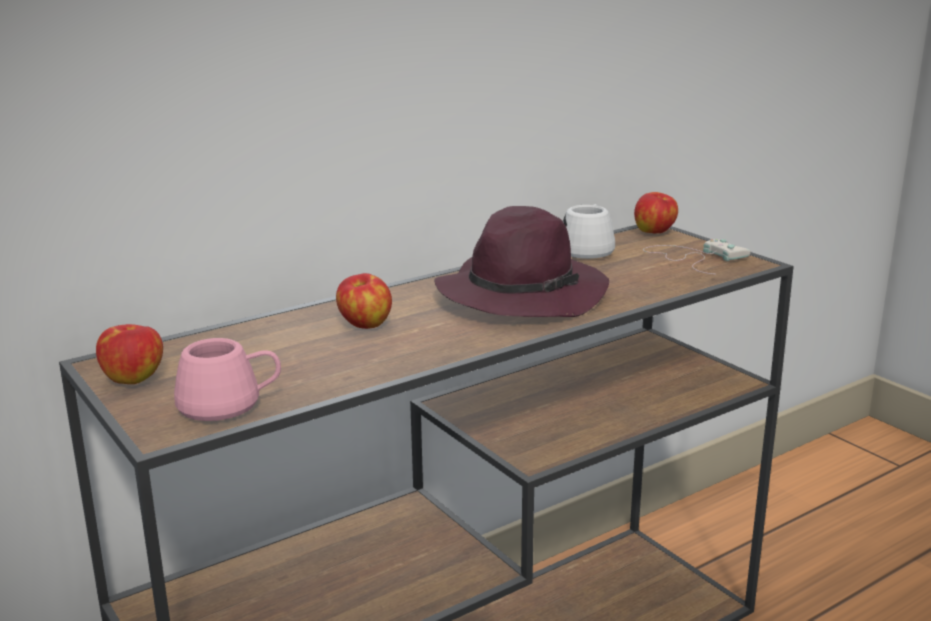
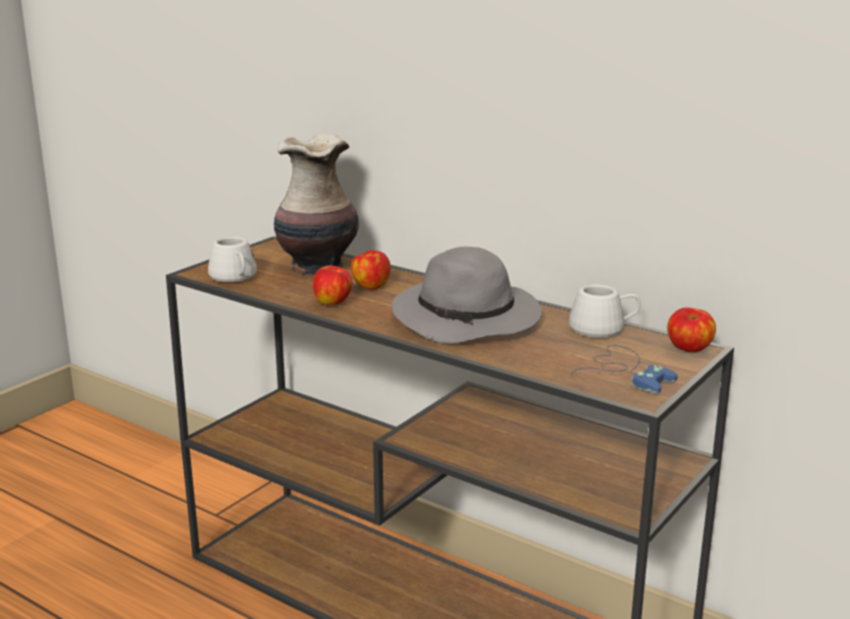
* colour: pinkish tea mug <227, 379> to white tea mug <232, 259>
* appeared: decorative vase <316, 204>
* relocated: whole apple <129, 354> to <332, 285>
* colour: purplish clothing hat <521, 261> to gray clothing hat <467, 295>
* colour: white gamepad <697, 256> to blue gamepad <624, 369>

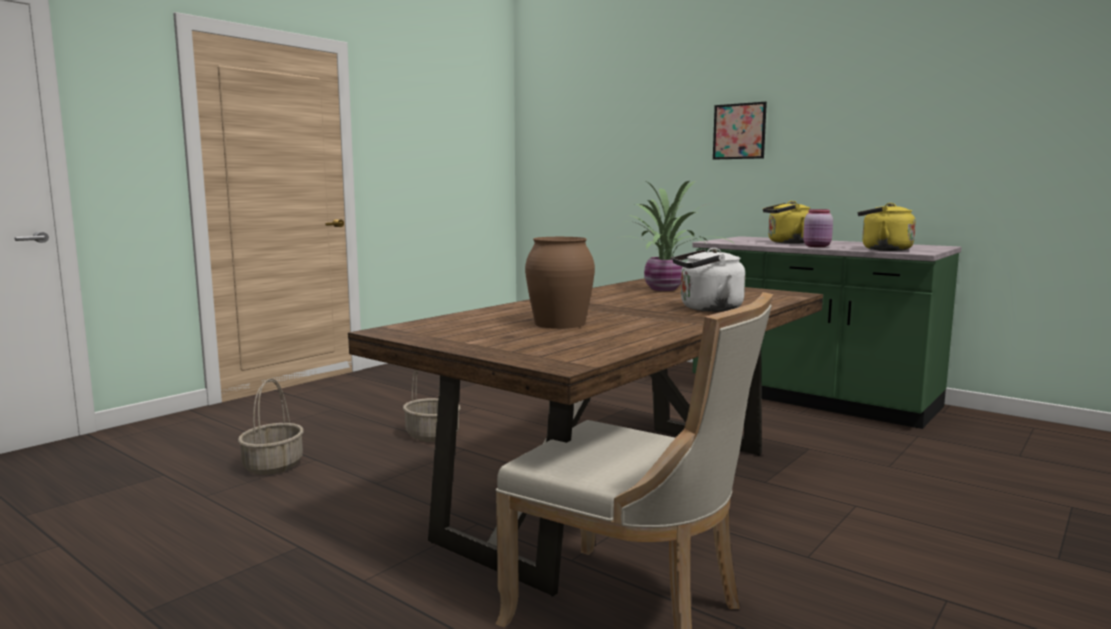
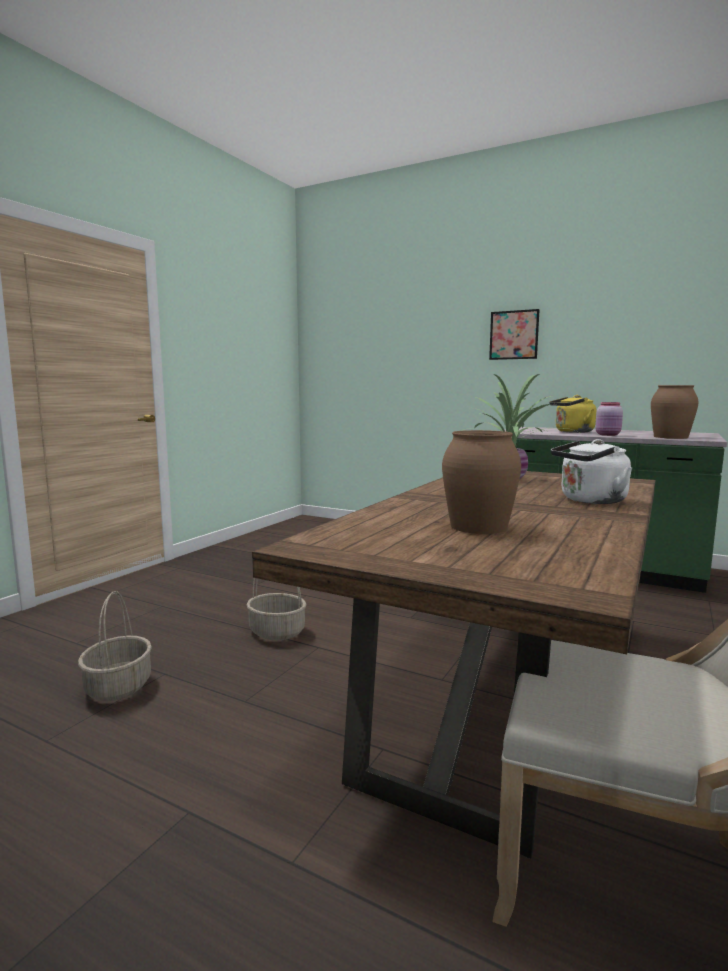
* exchanged: yellowish tea kettle <887, 227> to brown-coloured decorative vase <674, 412>

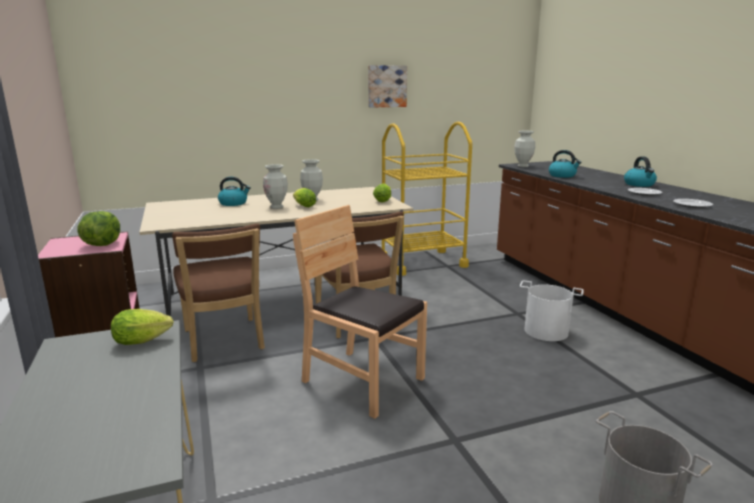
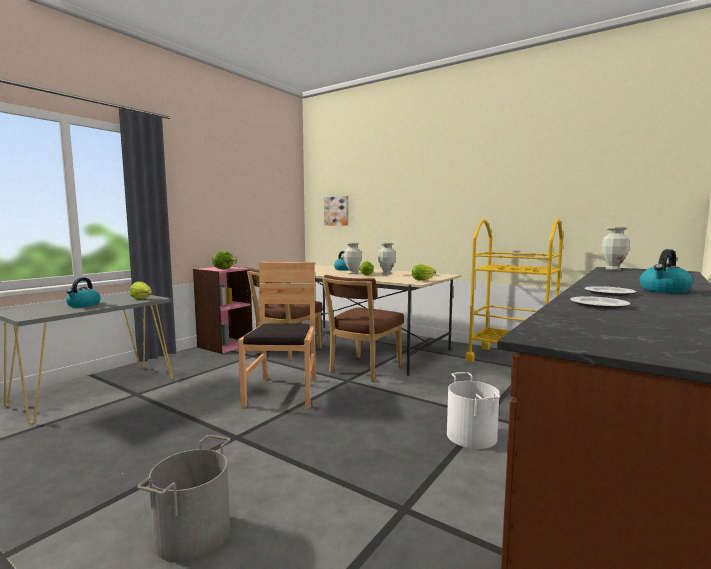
* relocated: tea kettle <565, 164> to <83, 292>
* relocated: wall art <387, 86> to <336, 211>

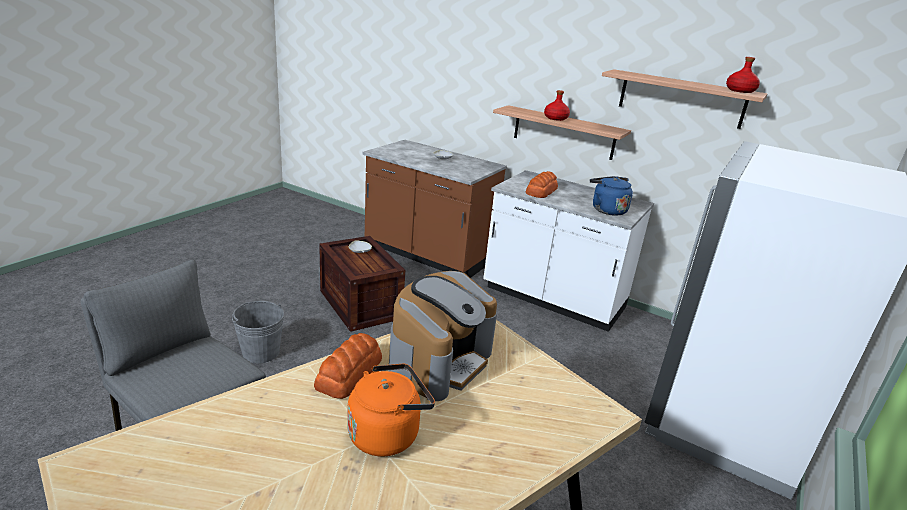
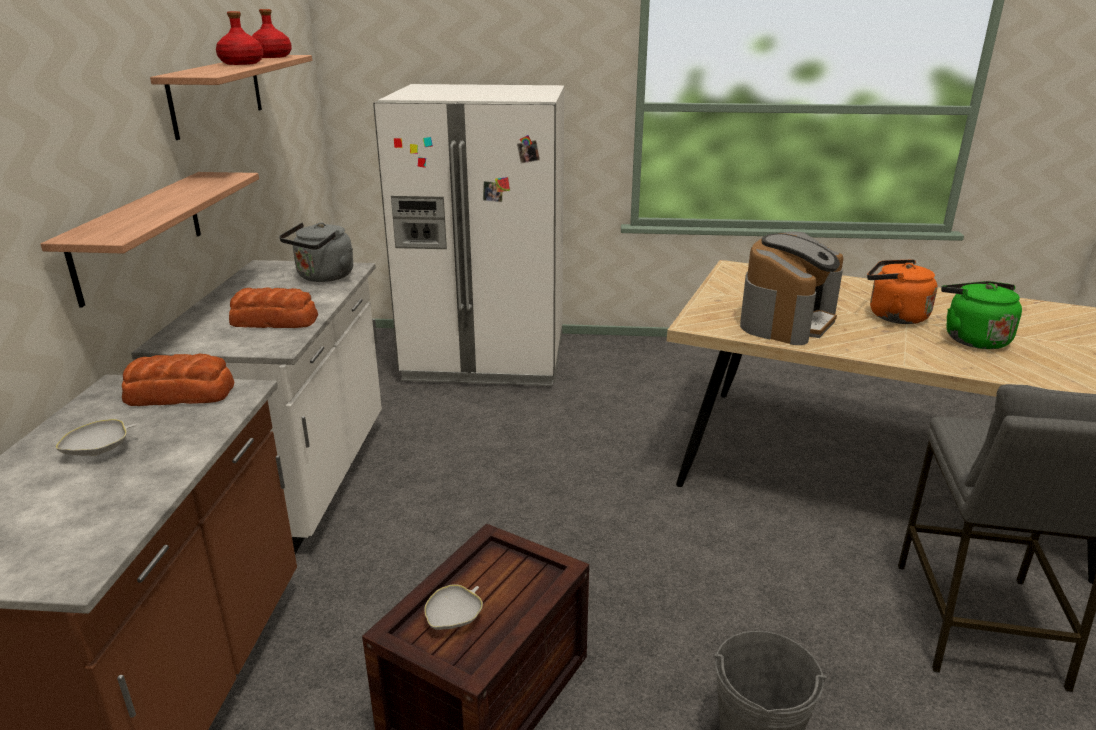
* relocated: bread <348, 366> to <178, 380>
* relocated: red bottle <557, 105> to <239, 38>
* colour: blue tea kettle <611, 196> to gray tea kettle <316, 252>
* spun: coffee maker <443, 336> = <792, 288> 120 degrees clockwise
* appeared: greenish tea kettle <981, 315>

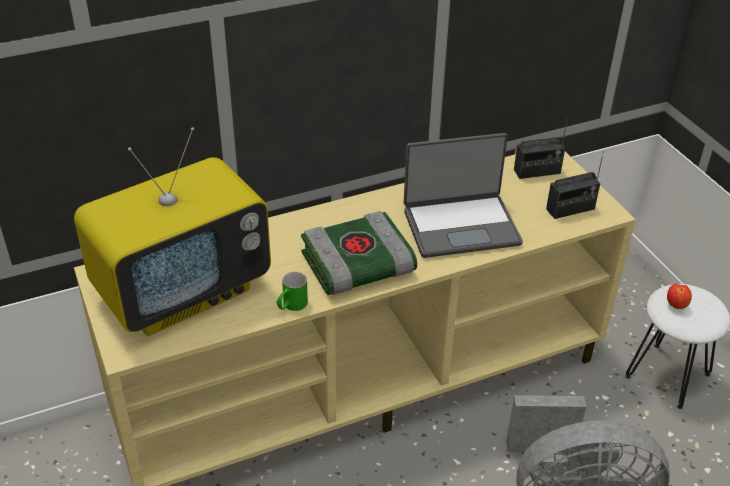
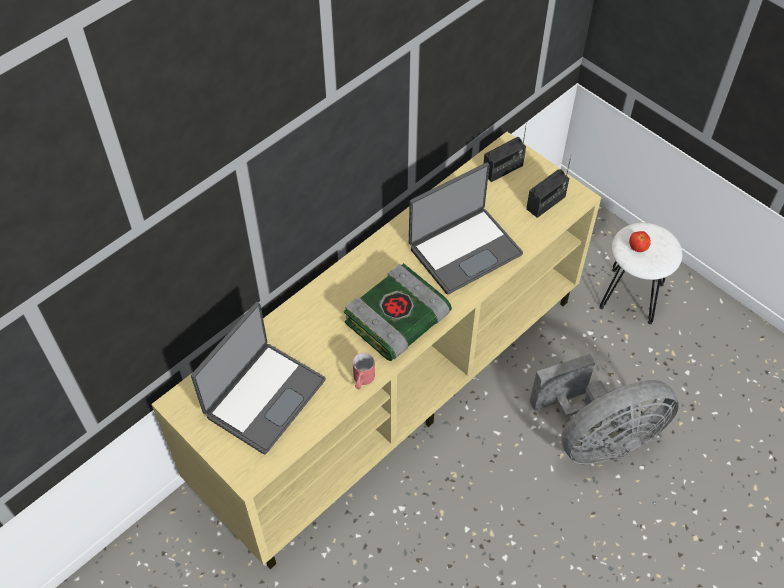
* exchanged: television <172, 231> to notebook computer <258, 378>
* colour: greenish tea mug <292, 291> to red tea mug <364, 371>

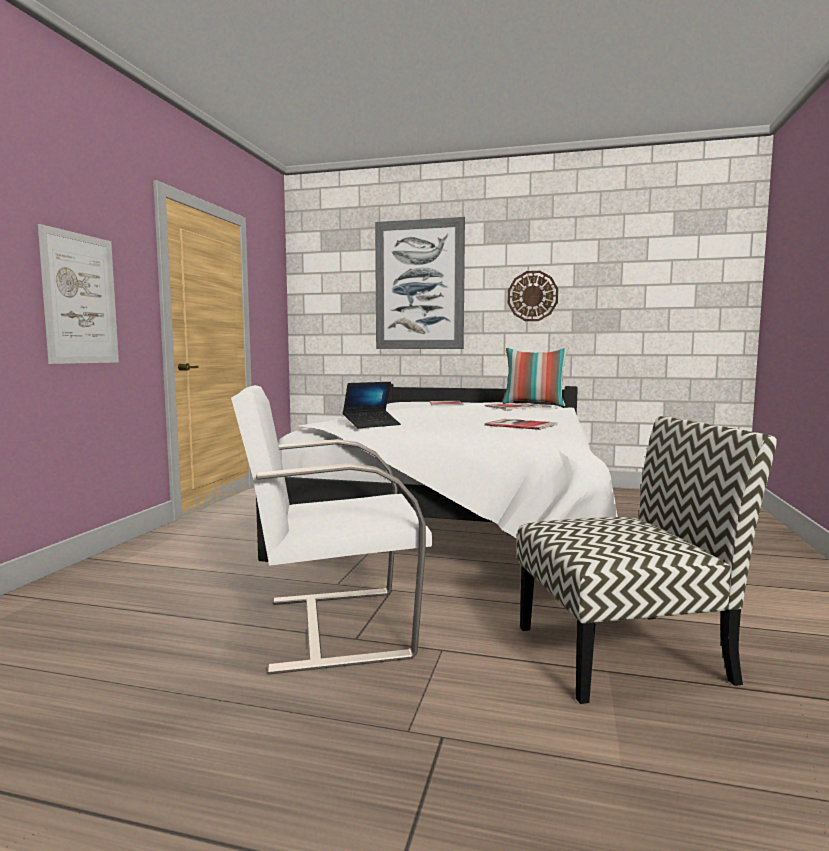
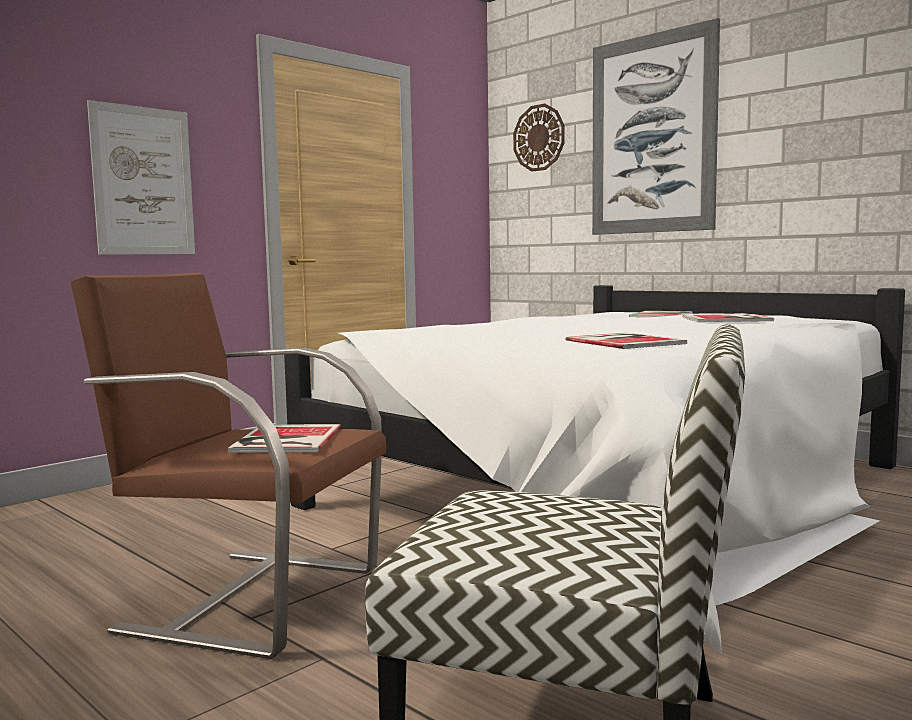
* colour: white lounge chair <331, 529> to brown-coloured lounge chair <229, 466>
* appeared: volume <284, 438>
* relocated: hanging clock <533, 296> to <539, 137>
* missing: notebook computer <372, 405>
* missing: throw pillow <535, 377>

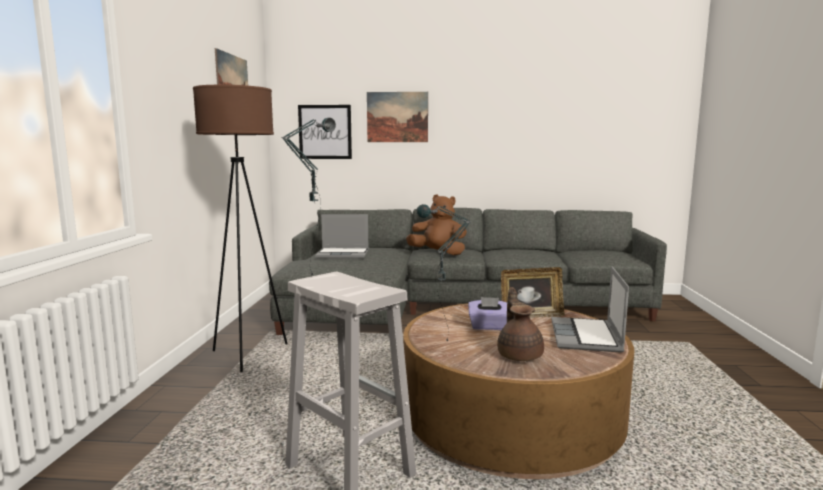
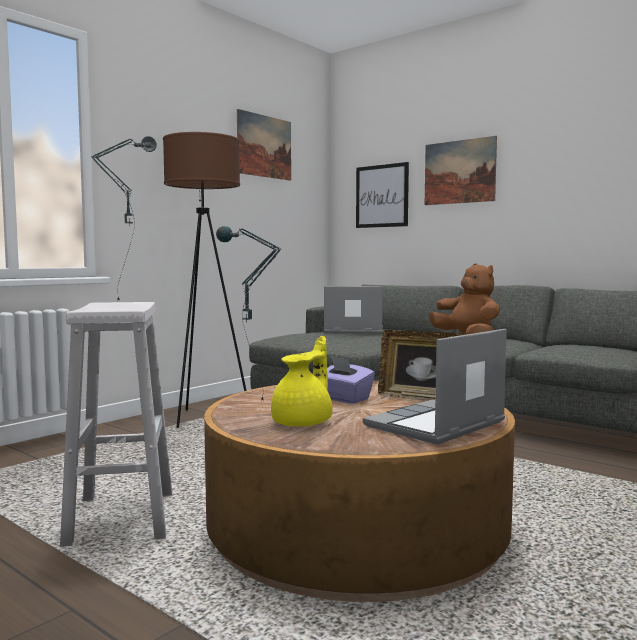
* colour: brown-coloured pot for tea <520, 324> to yellowish pot for tea <301, 381>
* spun: notebook computer <342, 236> = <353, 310> 150 degrees clockwise

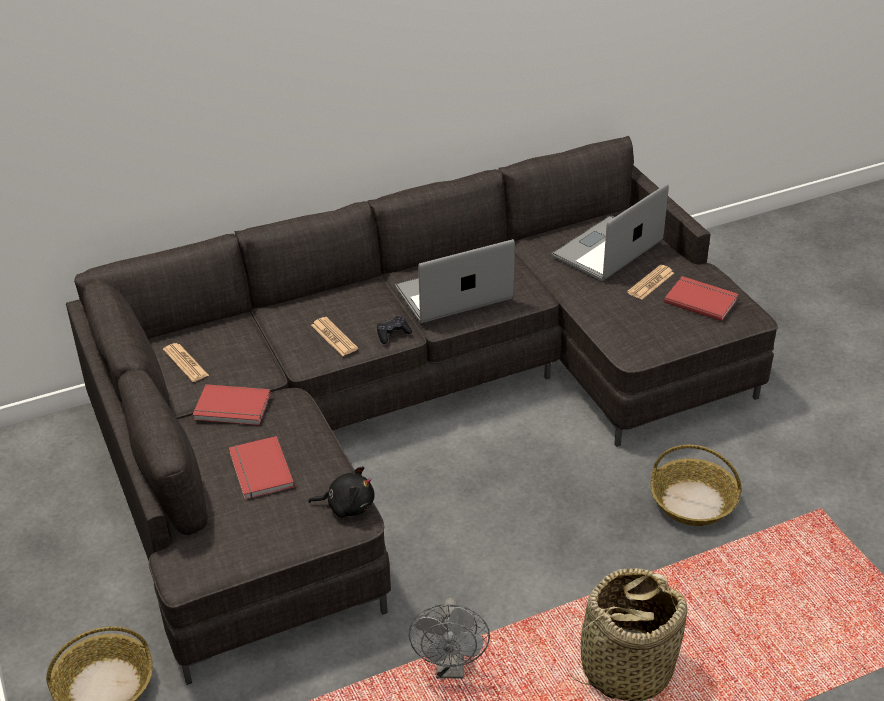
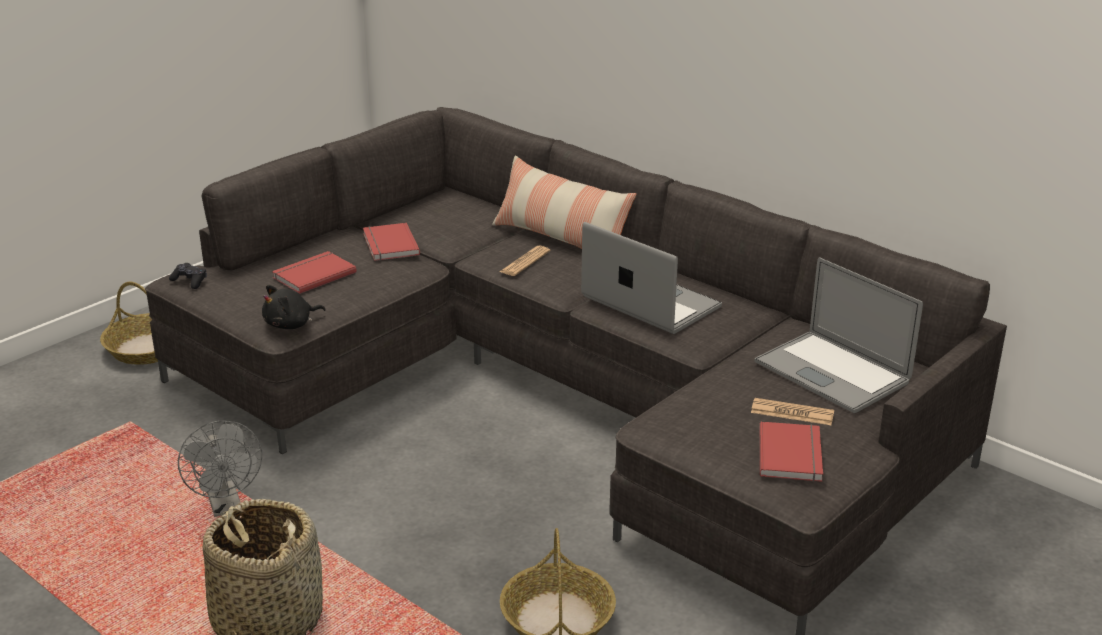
* relocated: black-coloured gamepad <394, 330> to <188, 276>
* spun: gray cooling fan <449, 638> = <220, 468> 90 degrees counterclockwise
* spun: black-coloured cuddly toy <341, 492> = <294, 307> 75 degrees clockwise
* appeared: throw pillow <564, 202>
* spun: notebook computer <610, 232> = <838, 335> 150 degrees counterclockwise
* missing: printed paper <186, 362>

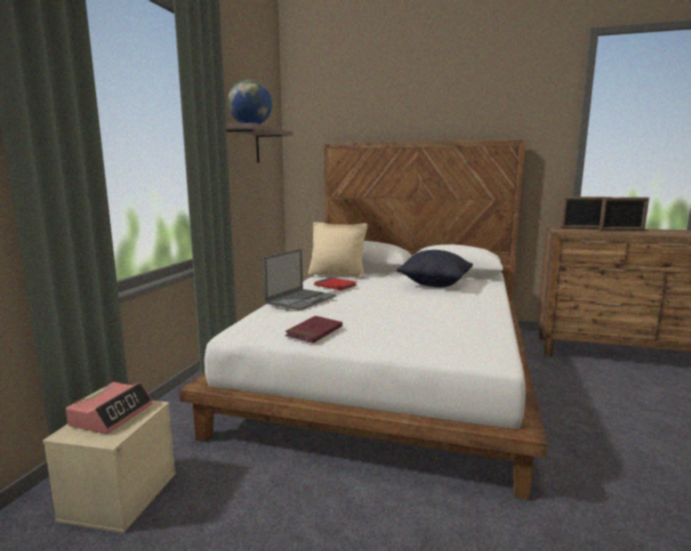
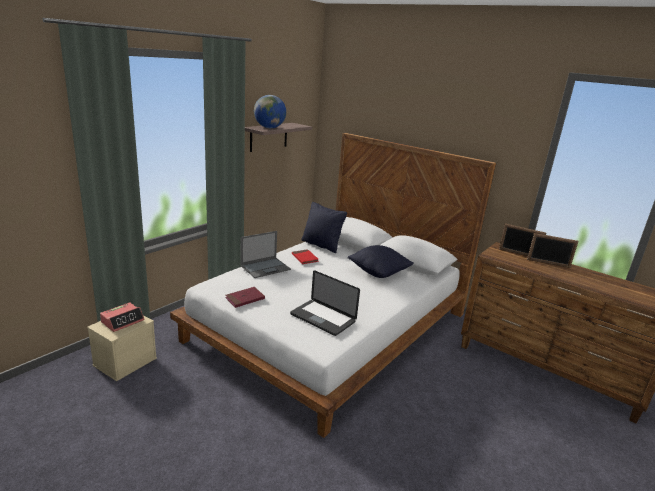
* appeared: notebook computer <325, 303>
* colour: beige throw pillow <338, 250> to black-coloured throw pillow <324, 227>

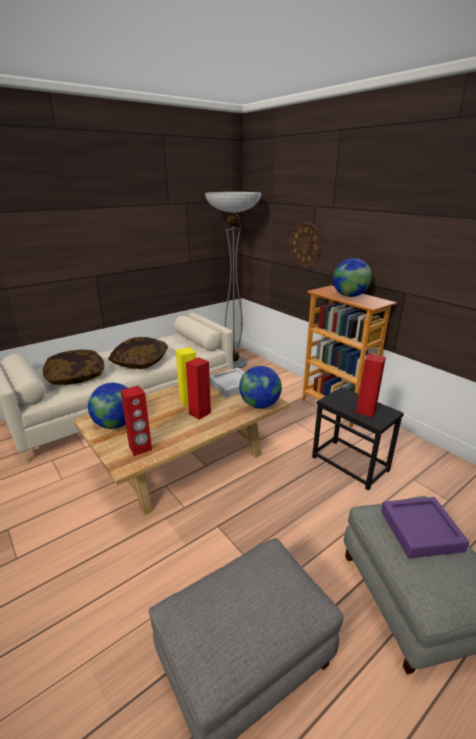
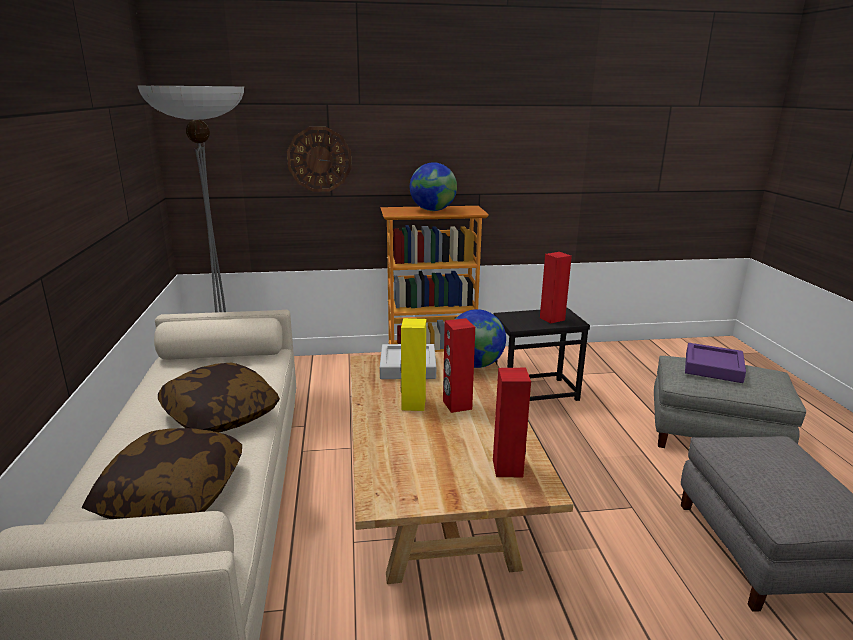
* missing: desk globe <107, 406>

